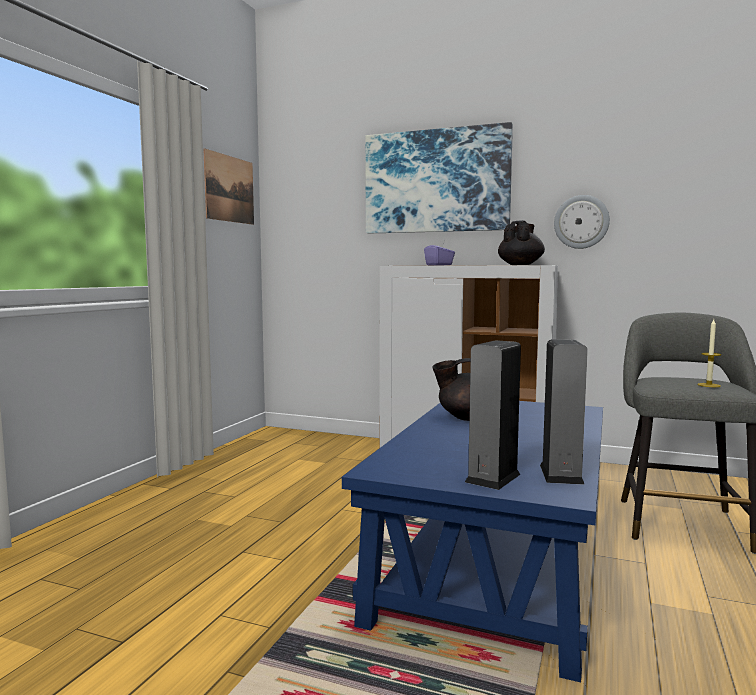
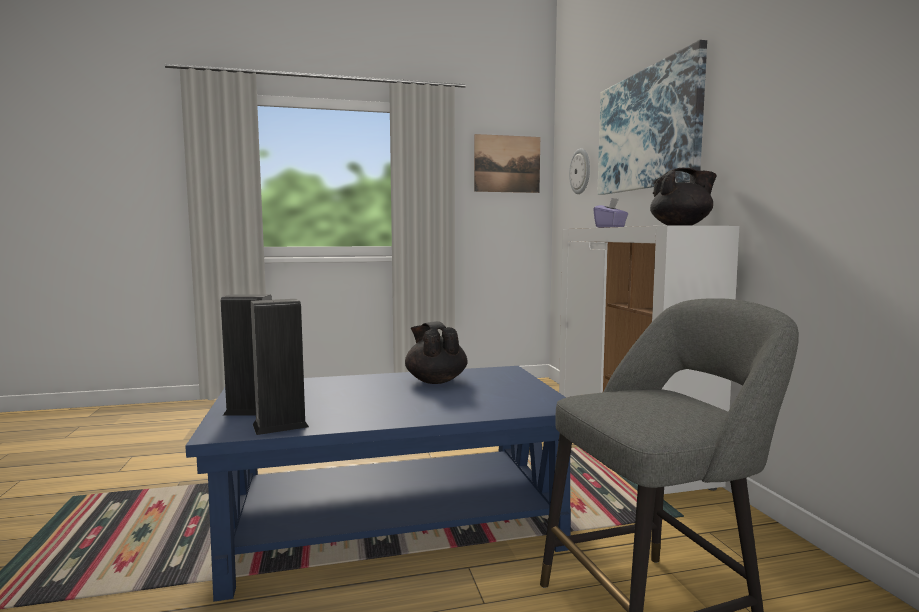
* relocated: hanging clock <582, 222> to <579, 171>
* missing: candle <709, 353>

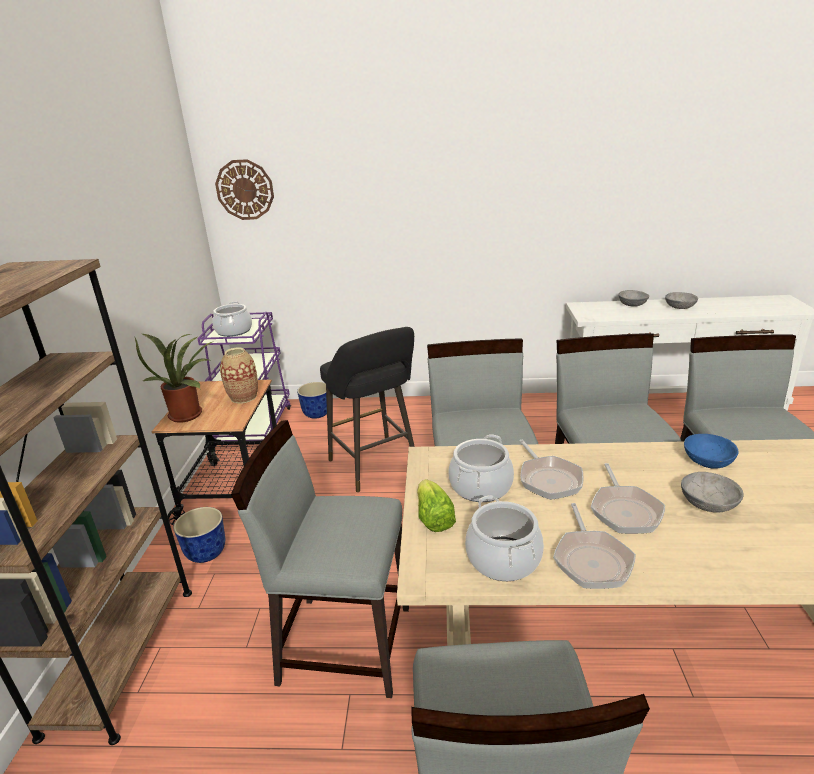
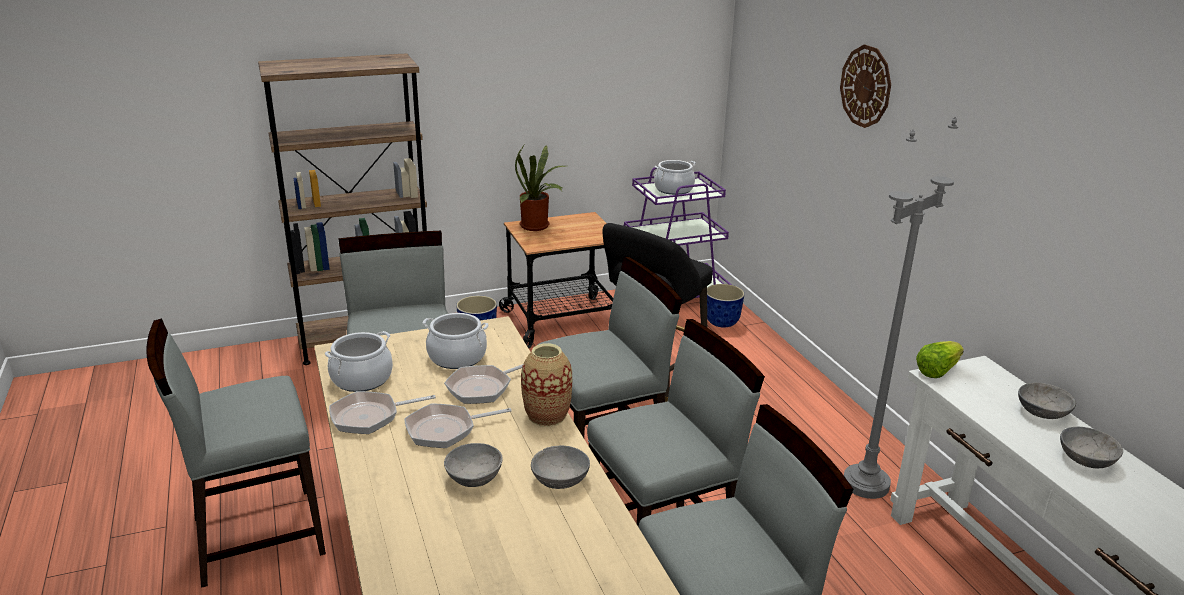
* relocated: decorative vase <239, 375> to <546, 385>
* colour: blue deep dish <711, 451> to gray deep dish <560, 467>
* relocated: hanging clock <244, 189> to <865, 86>
* appeared: gray standing lamp <901, 308>
* relocated: lettuce head <436, 505> to <940, 359>

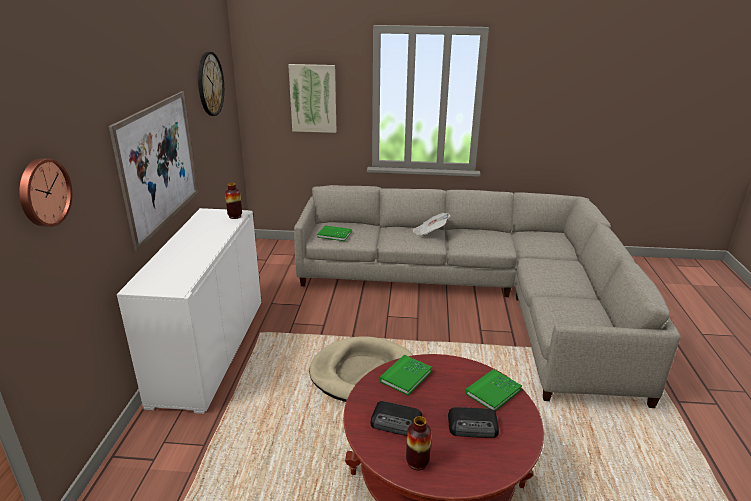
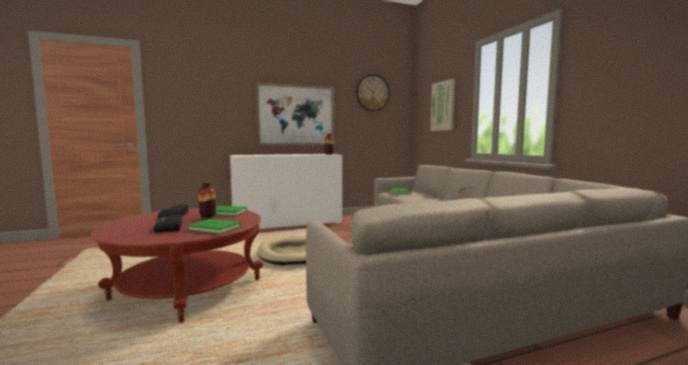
* relocated: decorative vase <419, 443> to <207, 200>
* missing: hanging clock <45, 193>

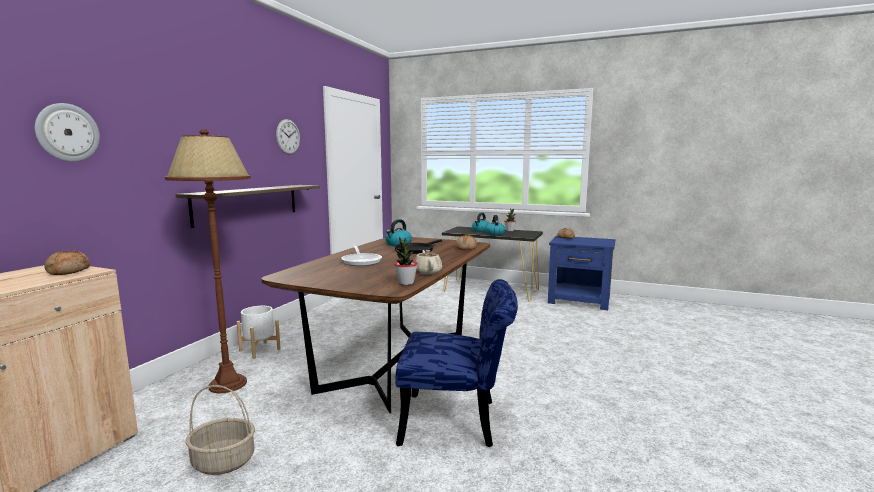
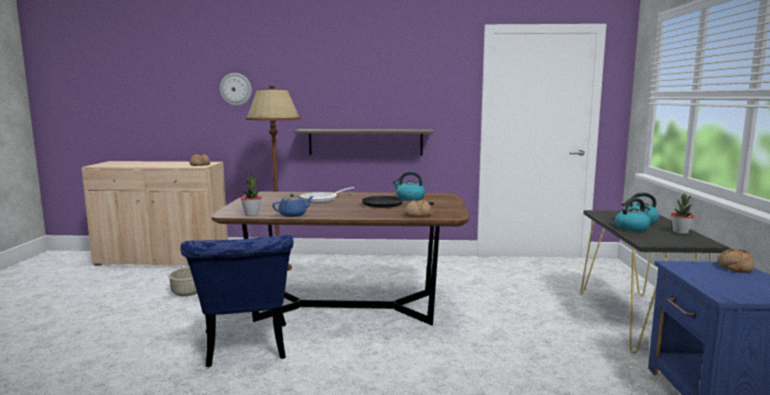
* colour: beige pot for tea <428, 262> to blue pot for tea <293, 205>
* missing: white plant pot <259, 332>
* missing: hanging clock <288, 137>

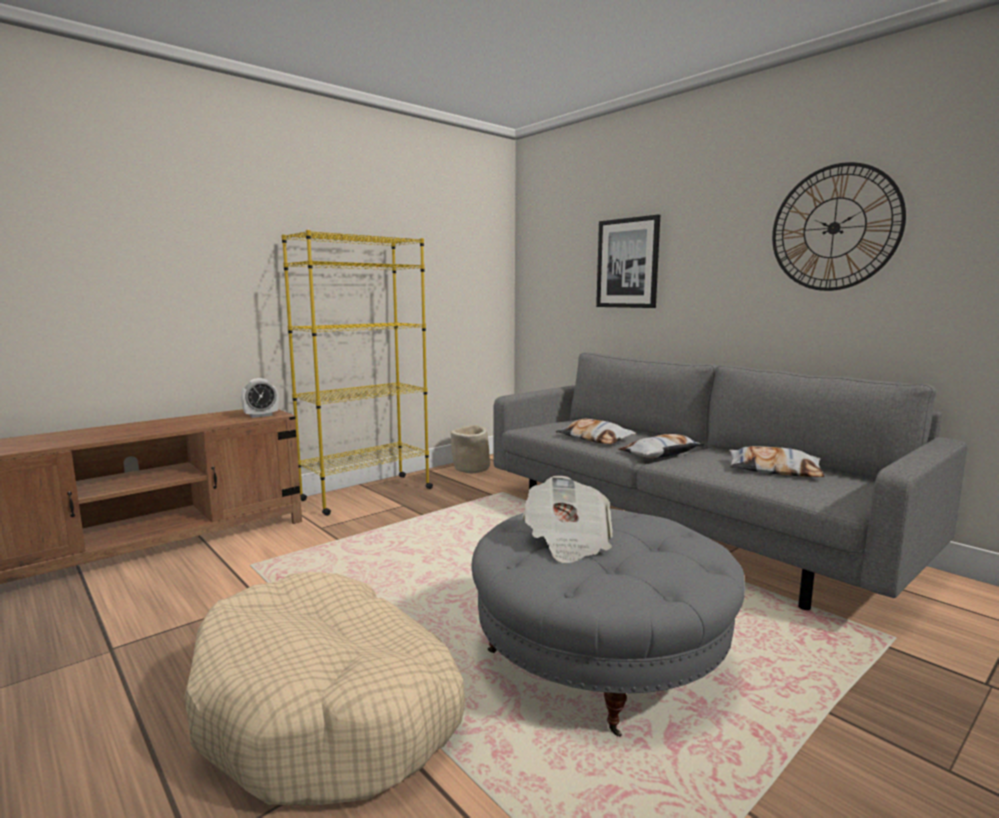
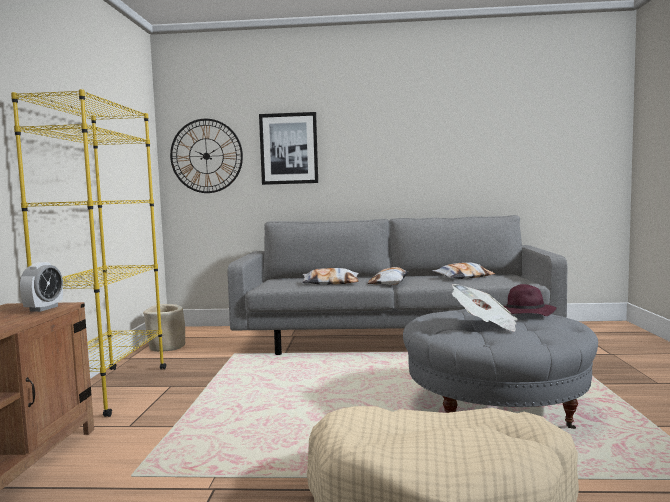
* relocated: hanging clock <839, 226> to <206, 156>
* appeared: purplish clothing hat <530, 300>

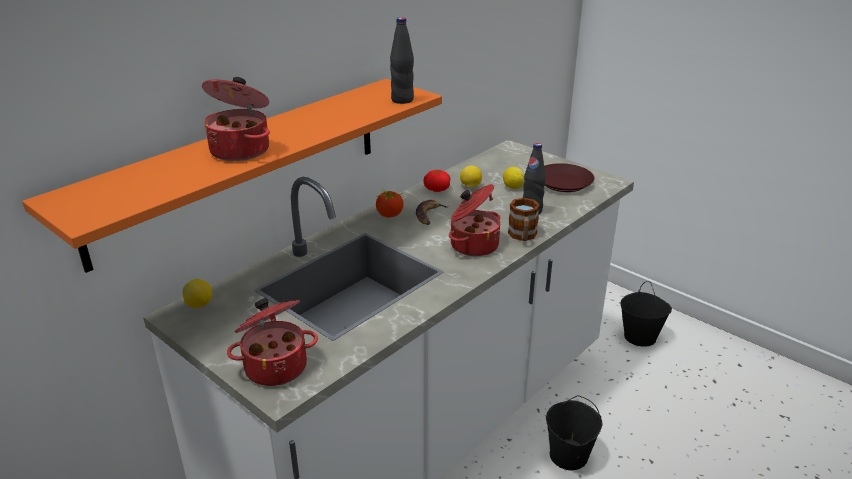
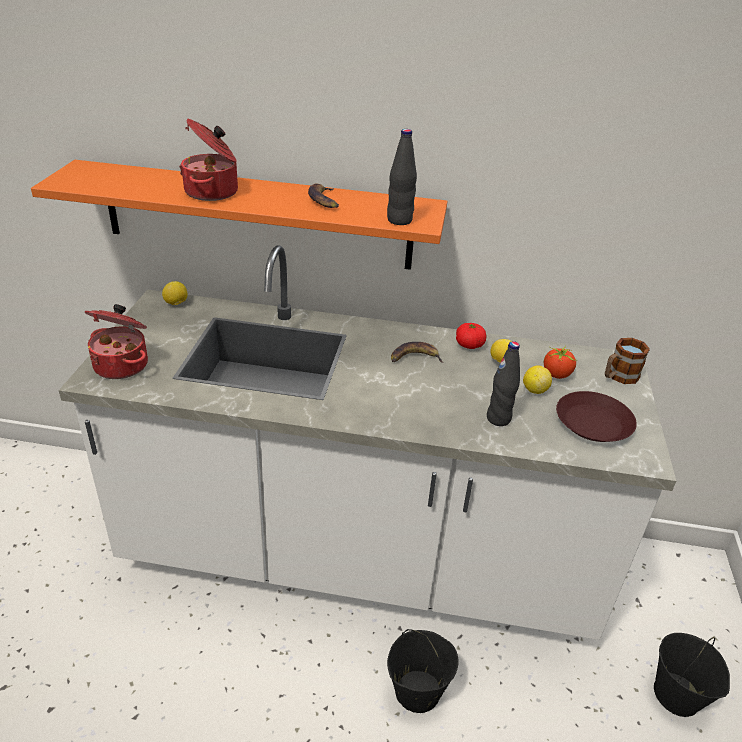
* appeared: whole banana <323, 196>
* relocated: whole tomato <390, 203> to <560, 362>
* relocated: tea mug <524, 219> to <627, 361>
* missing: stockpot <474, 220>

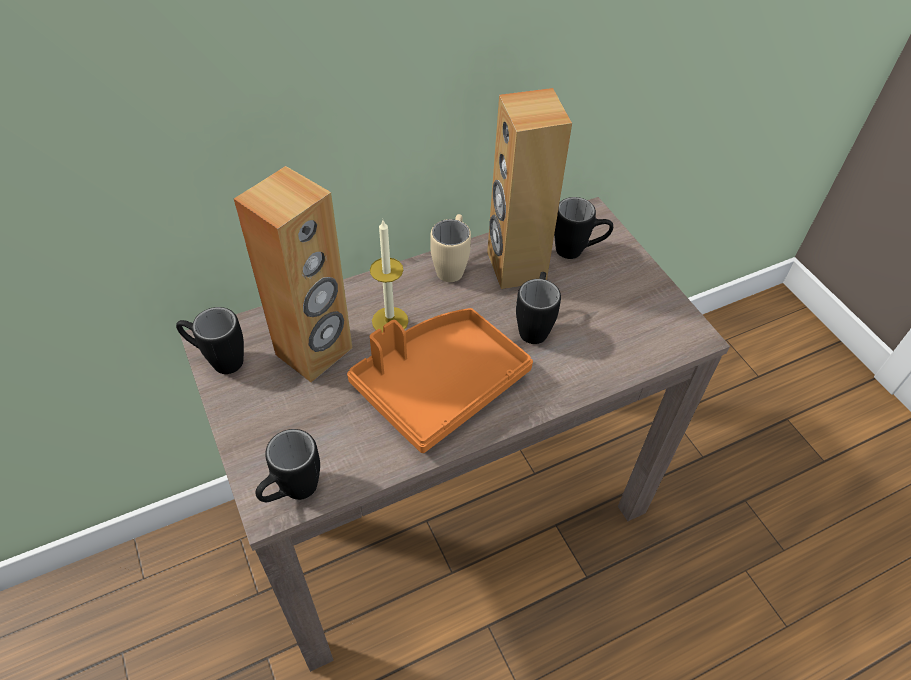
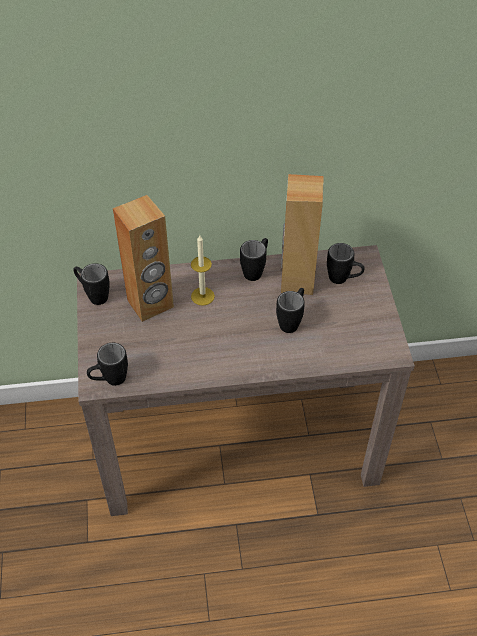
* colour: beige tea mug <450, 248> to black-coloured tea mug <254, 259>
* missing: orange-coloured carrying tray <440, 380>

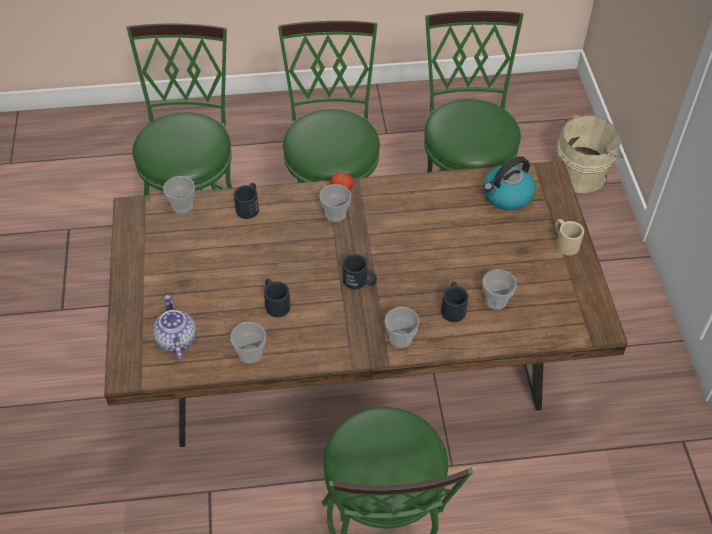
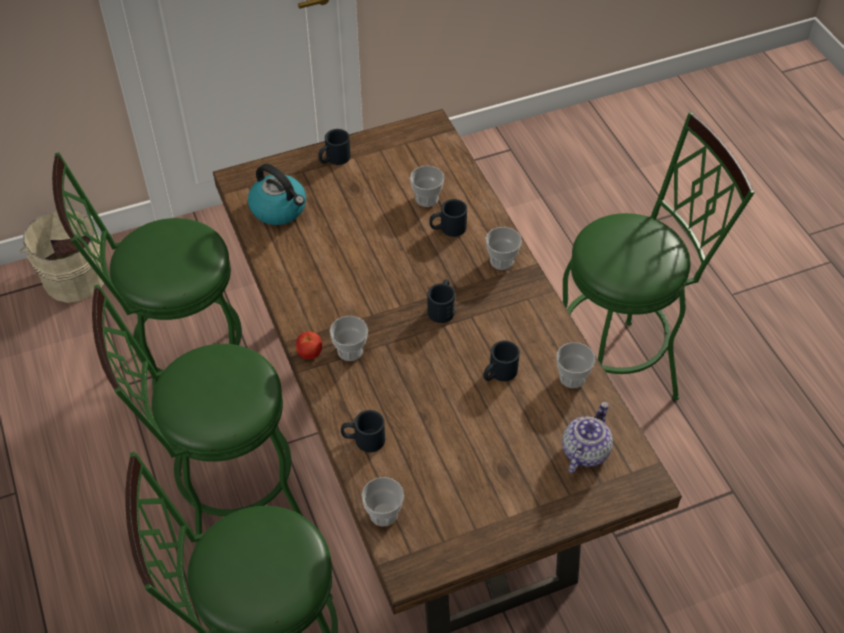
* colour: beige tea mug <569, 237> to black-coloured tea mug <334, 147>
* spun: pot for tea <174, 327> = <587, 437> 150 degrees clockwise

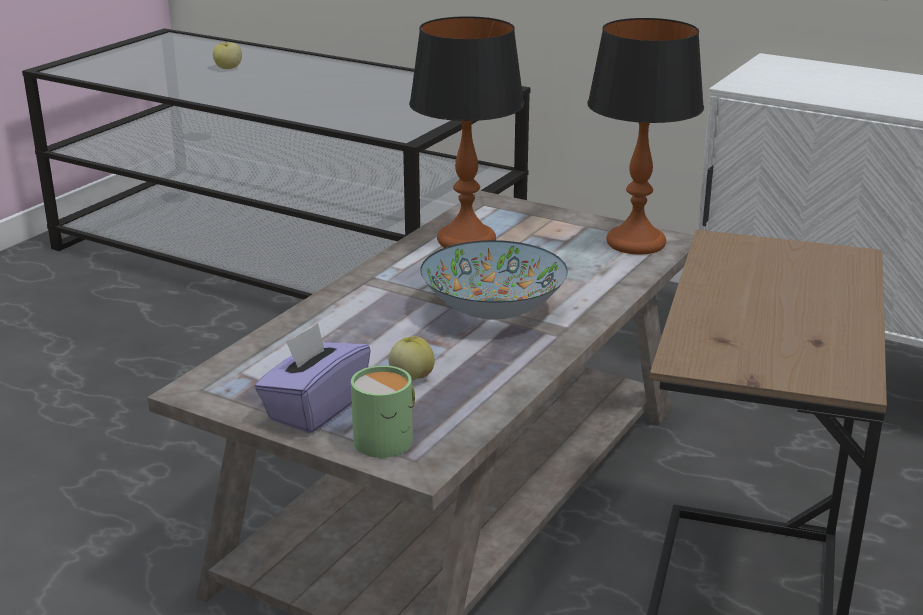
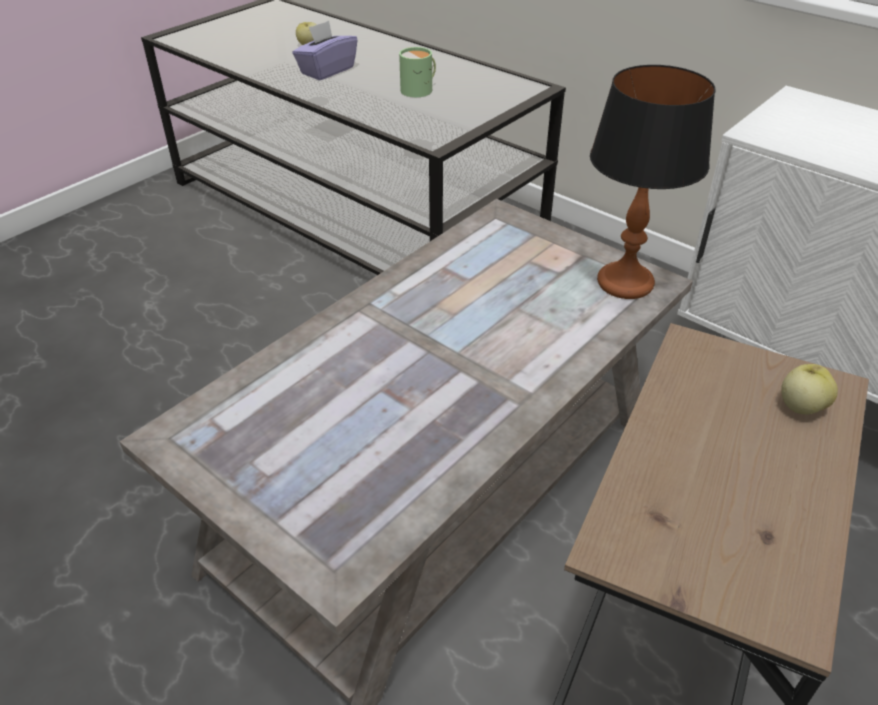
* relocated: purplish tissue holder <312, 378> to <324, 51>
* relocated: greenish tea mug <383, 411> to <417, 72>
* relocated: whole apple <412, 358> to <809, 389>
* missing: tabletop lamp <466, 132>
* missing: deep dish <494, 280>

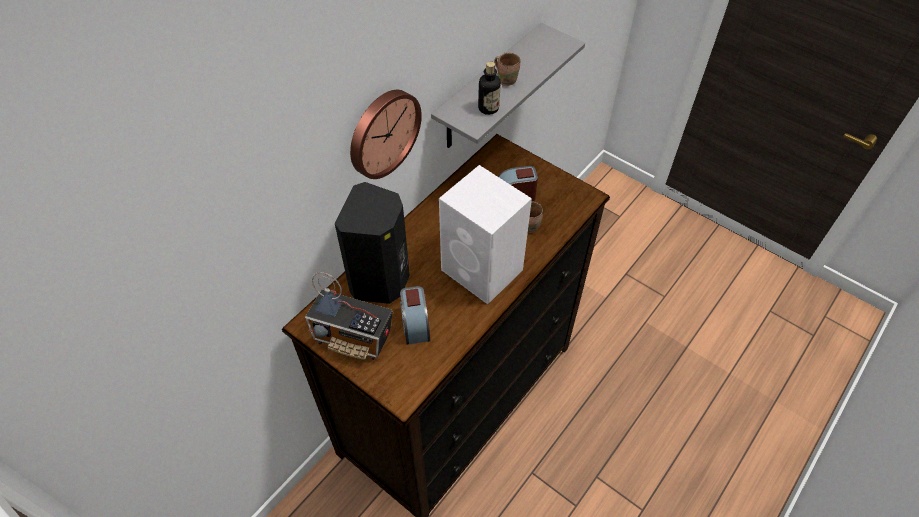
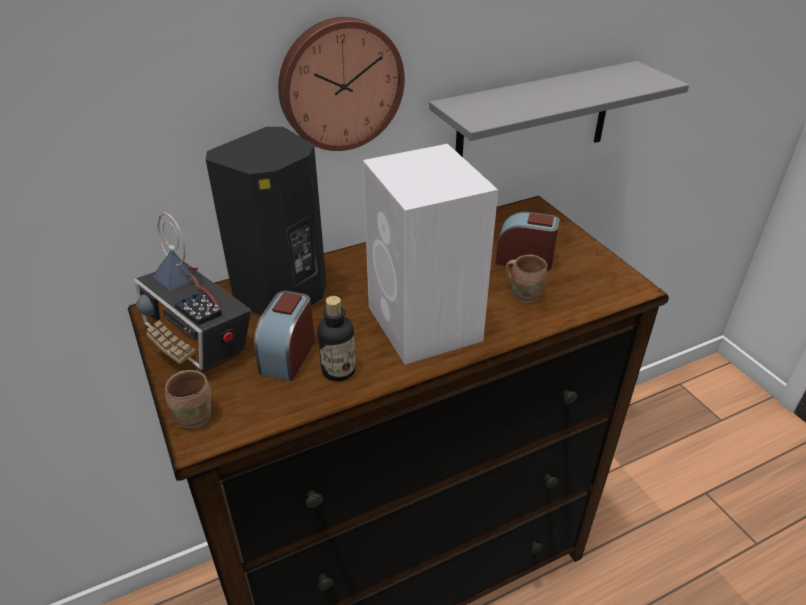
* relocated: brown-coloured tea mug <507, 69> to <188, 399>
* relocated: bottle <489, 88> to <336, 338>

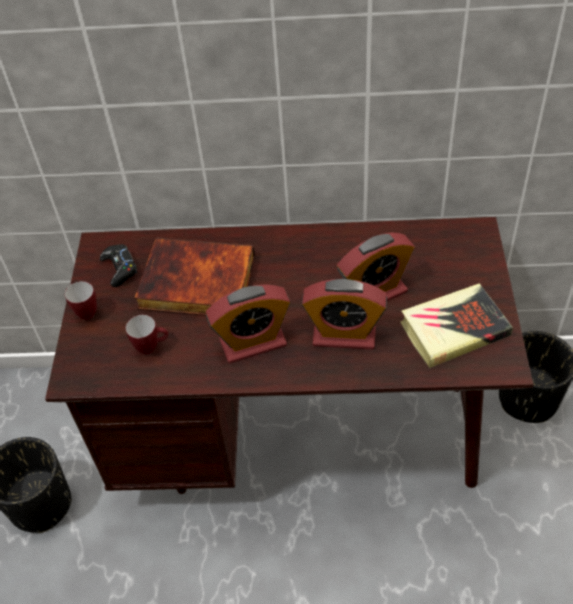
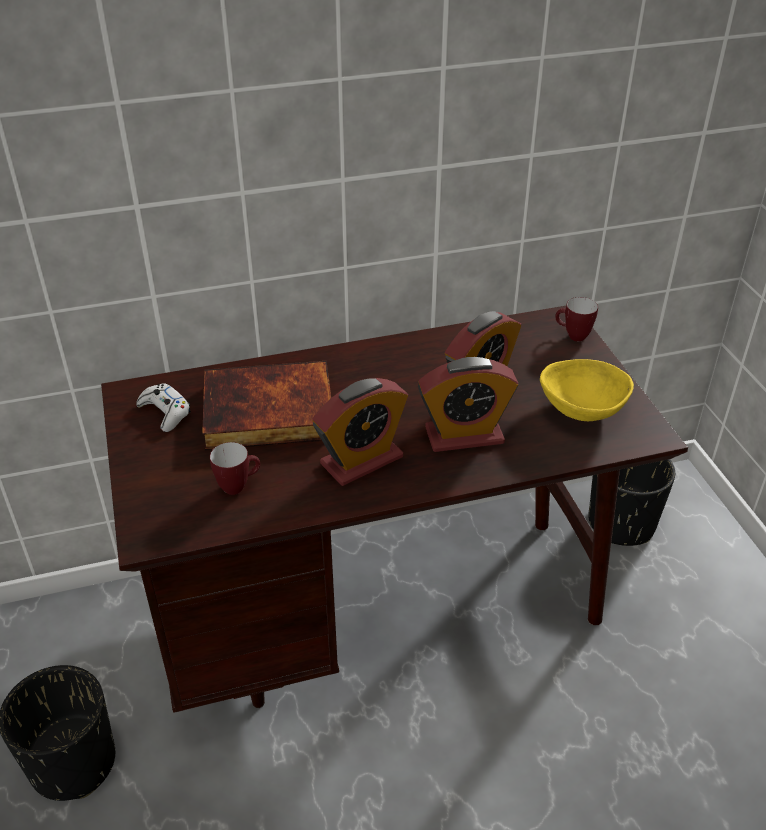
* colour: black-coloured gamepad <119, 265> to white gamepad <163, 407>
* exchanged: volume <456, 325> to yellowish deep dish <587, 390>
* relocated: tea mug <81, 300> to <576, 319>

